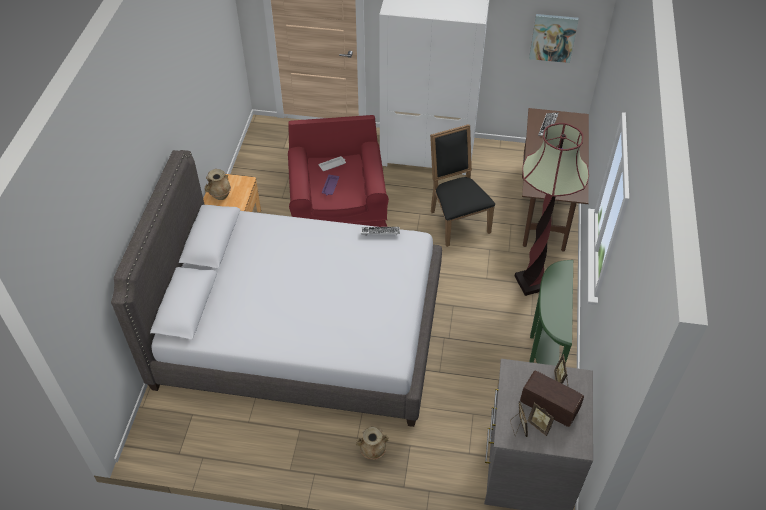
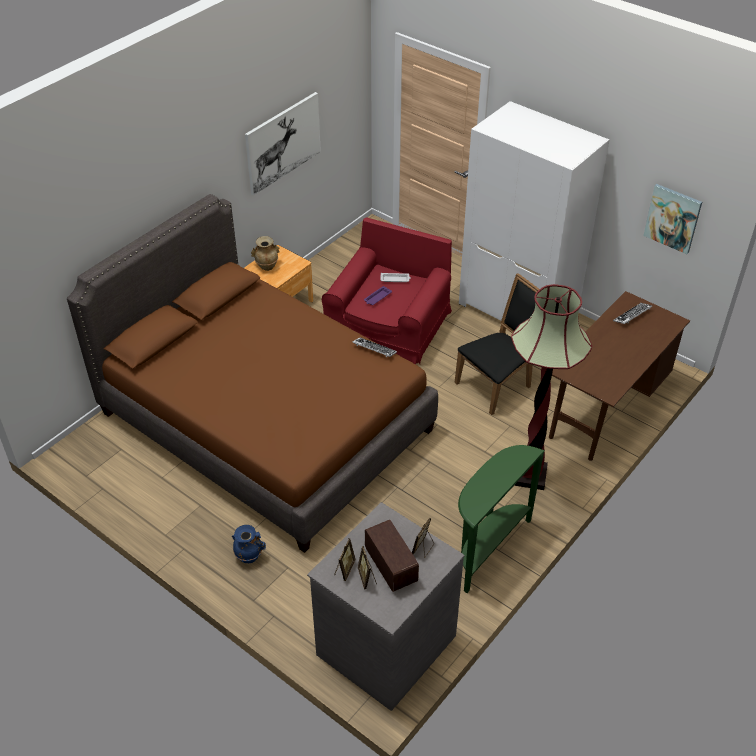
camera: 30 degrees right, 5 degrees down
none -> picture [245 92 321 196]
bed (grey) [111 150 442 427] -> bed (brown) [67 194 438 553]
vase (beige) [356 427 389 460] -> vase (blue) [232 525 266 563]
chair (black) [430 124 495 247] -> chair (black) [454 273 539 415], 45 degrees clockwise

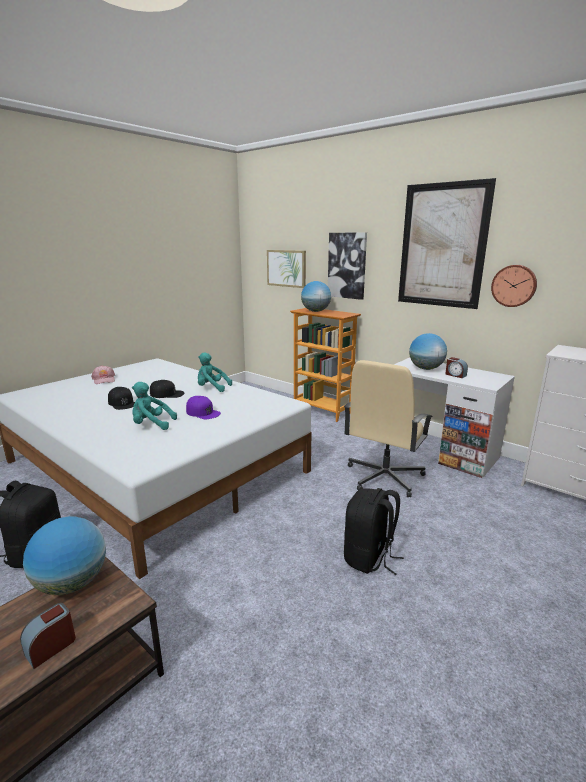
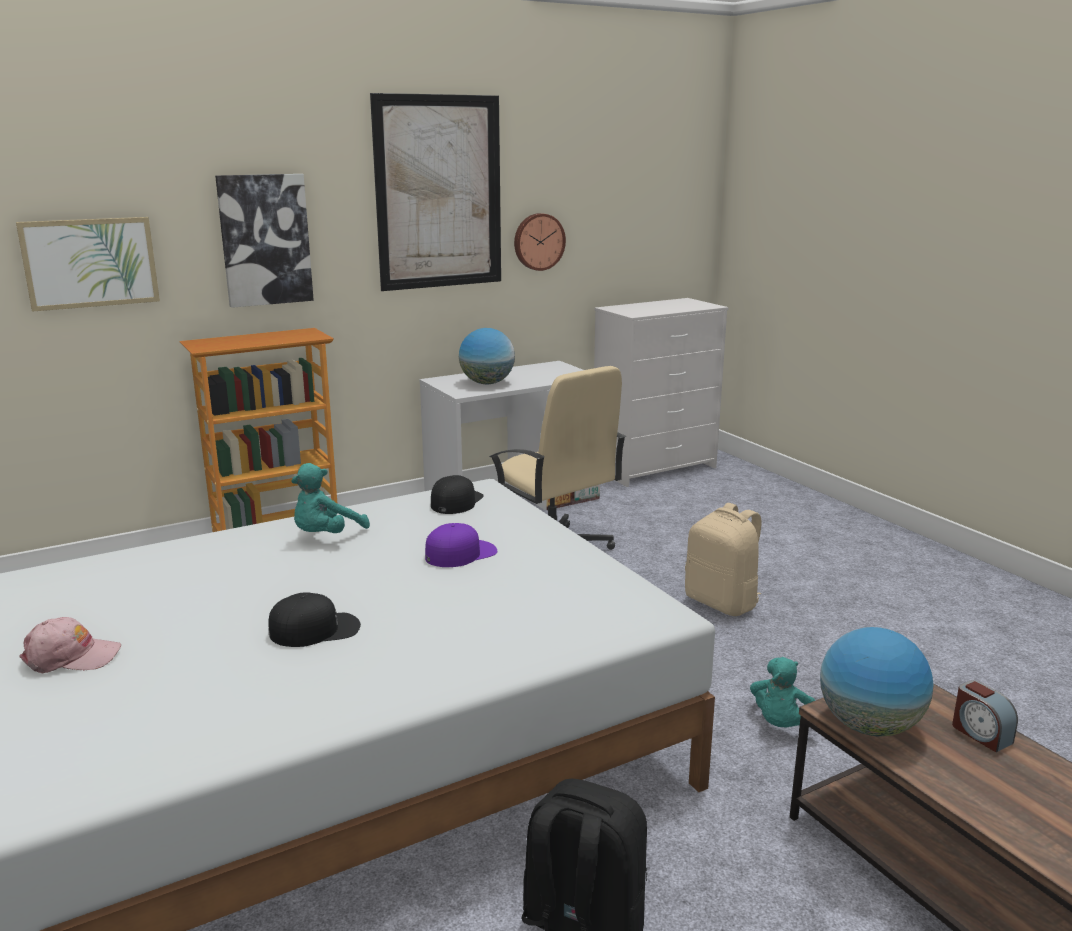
camera: 70 degrees left, 0 degrees up
globe [301 281 331 312] -> none
alarm clock [445 357 468 378] -> none
plush toy (turquoise) [132 382 177 430] -> plush toy (turquoise) [750 657 816 728], relocated
cap (black) [150 380 184 398] -> cap (black) [431 475 484 514], relocated
backpack (black) [344 488 404 575] -> backpack (beige) [685 503 762 616]

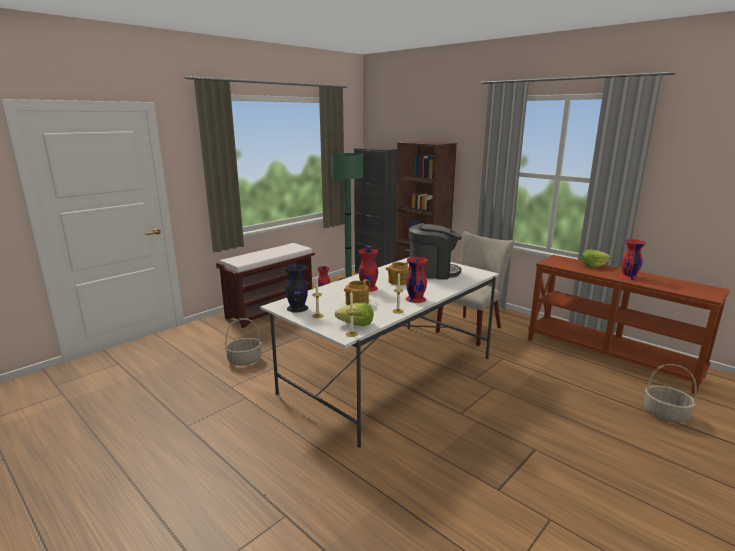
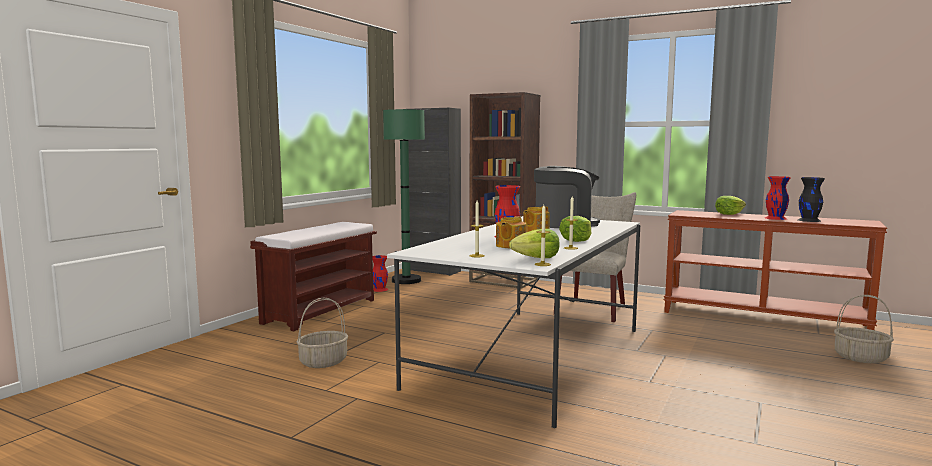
camera: 15 degrees left, 10 degrees down
vase (black) [285 264 308 312] -> vase (black) [798 177 825 222], relocated
vase (red) [406 257 428 303] -> lettuce [559 216 592 242]

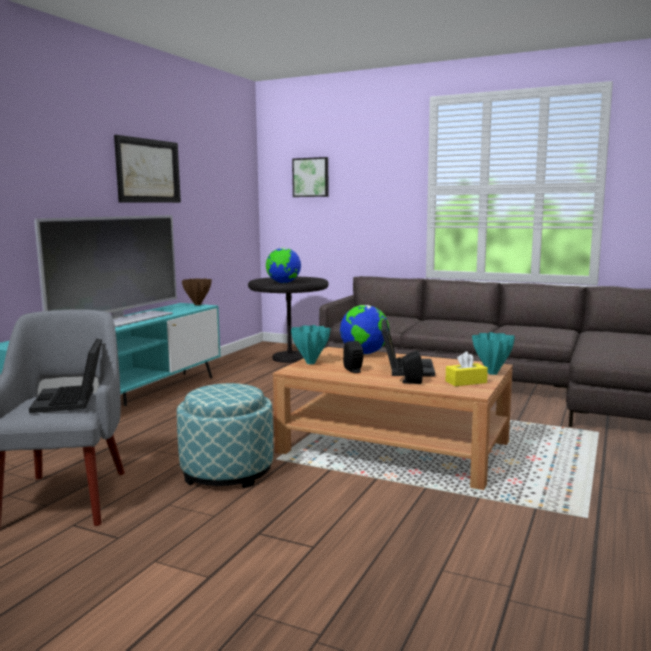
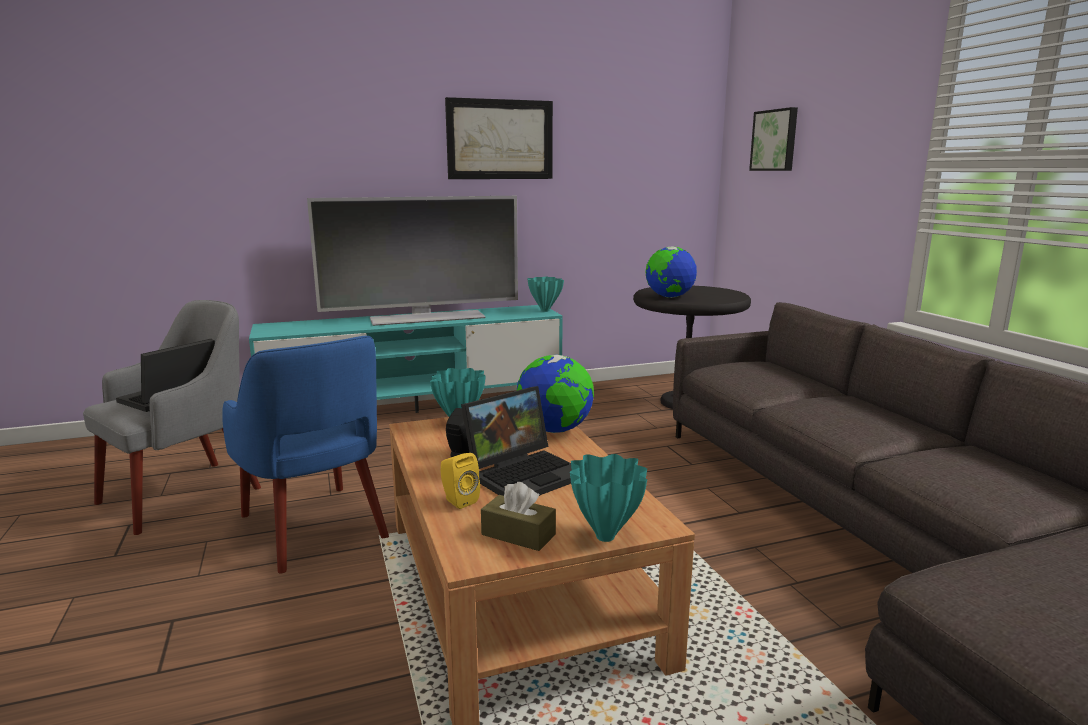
camera: 45 degrees right, 5 degrees up
ottoman [177 383 273 488] -> armchair (blue) [222 336 389 574]
vase (brown) [182 278 212 306] -> vase (turquoise) [528 276 564 312]
speaker (black) [400 351 423 384] -> speaker (yellow) [441 453 480 509]
tissue box (yellow) [446 351 488 386] -> tissue box (brown) [481 482 556 551]

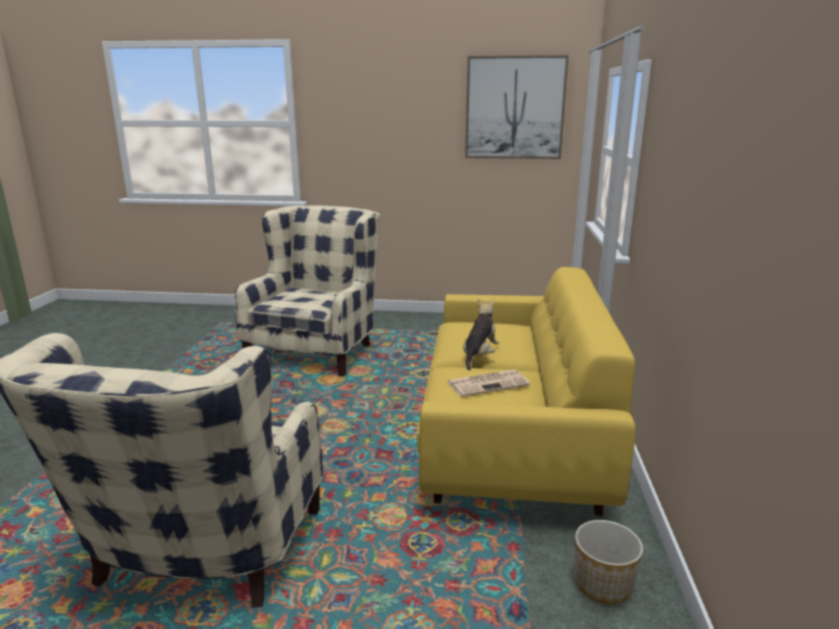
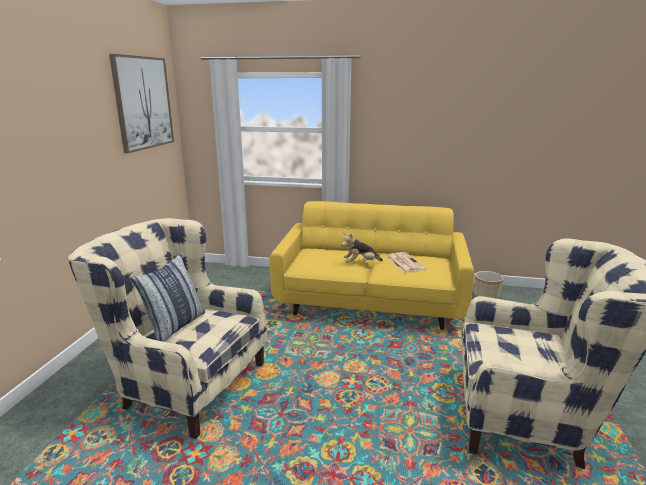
camera: 85 degrees left, 0 degrees up
none -> pillow [130 253 205 342]
plush toy [463 299 499 370] -> plush toy [342 233 383 263], 45 degrees counterclockwise

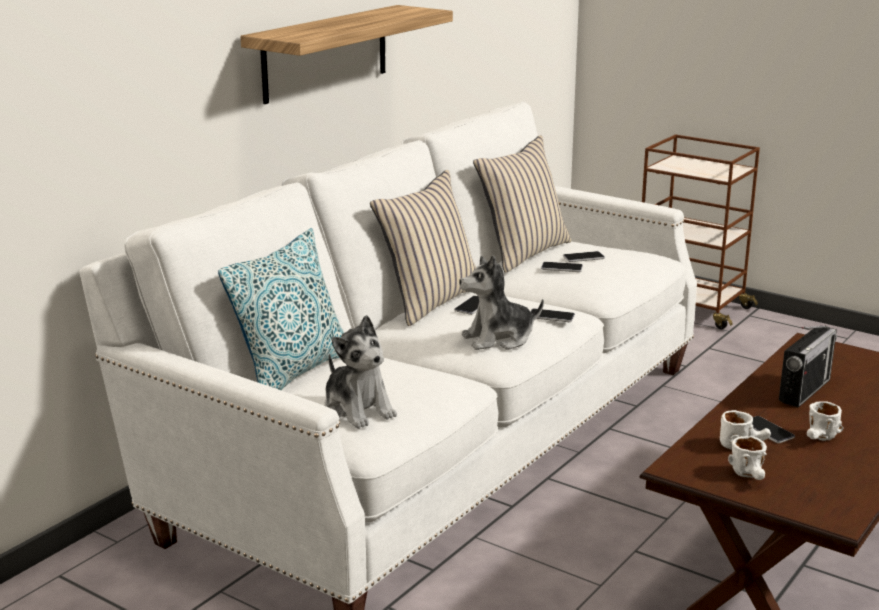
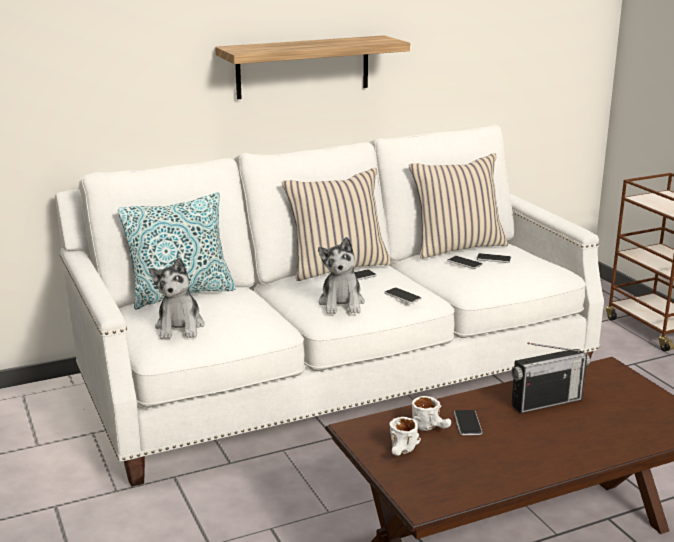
camera: 30 degrees right, 0 degrees up
mug (white) [807 401 844 441] -> none
plush toy [459 255 544 350] -> plush toy [318 237 365 314], 105 degrees counterclockwise

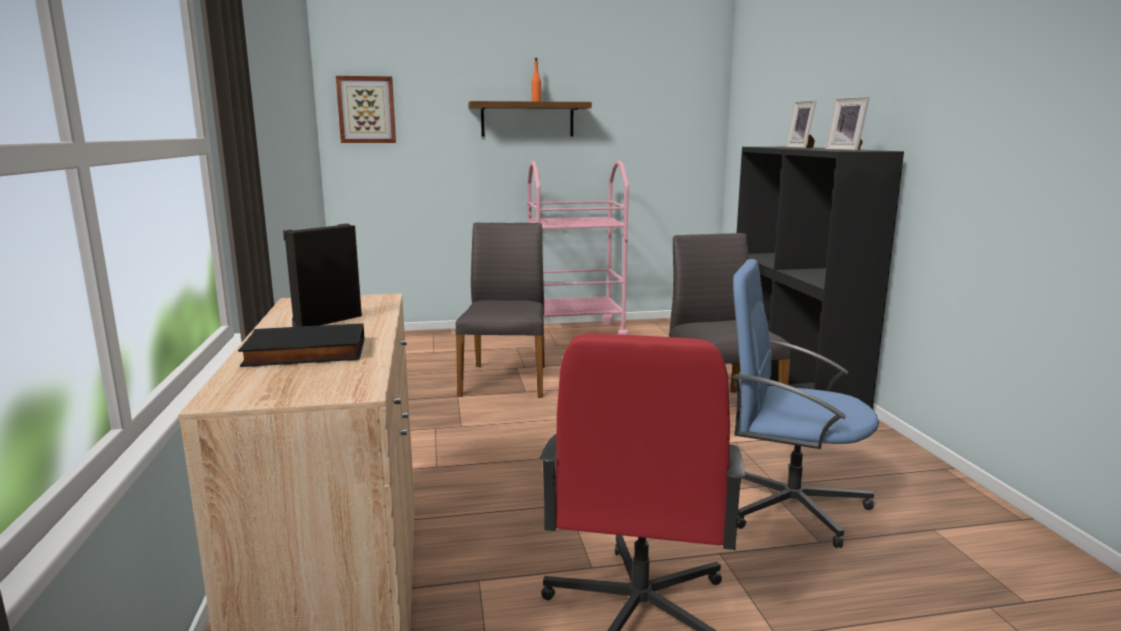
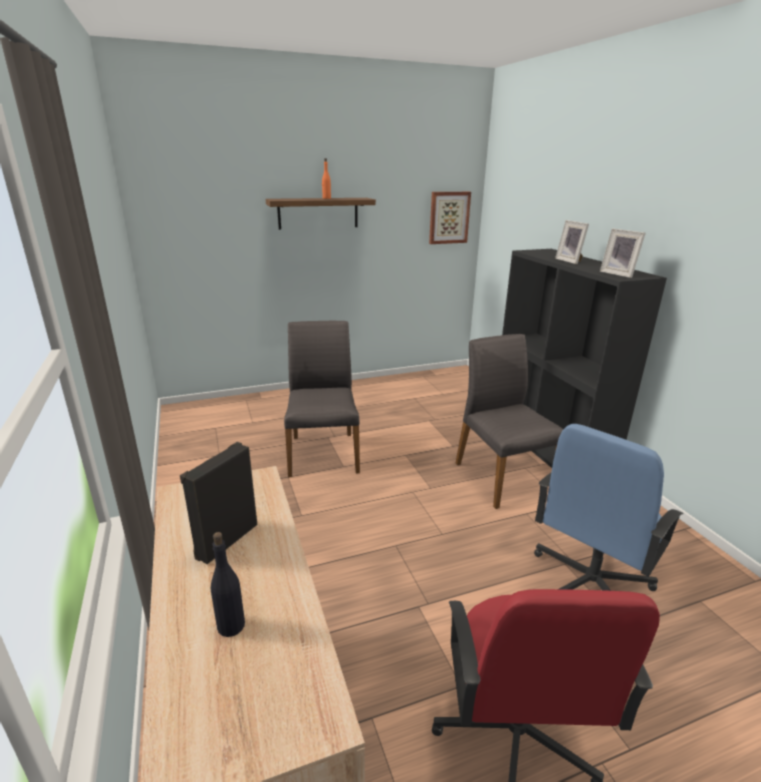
camera: 10 degrees left, 10 degrees up
cart (pink) [527 161 629 345] -> none
picture [336 76 396 143] -> picture [429 192 471 244], relocated
book (black) [238 323 365 367] -> bottle (black) [211 532 245 637]
office chair (blue) [733 259 879 548] -> office chair (blue) [534 424 683 591], 60 degrees counterclockwise

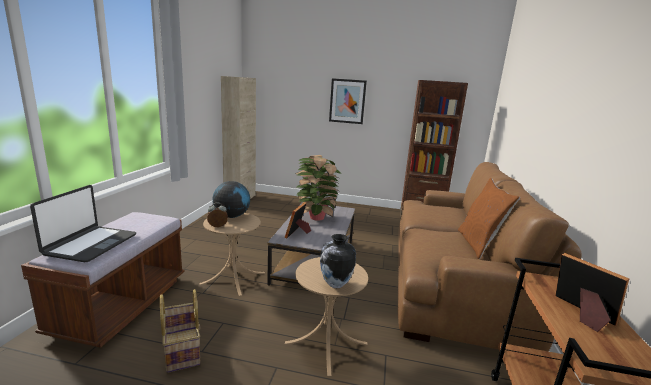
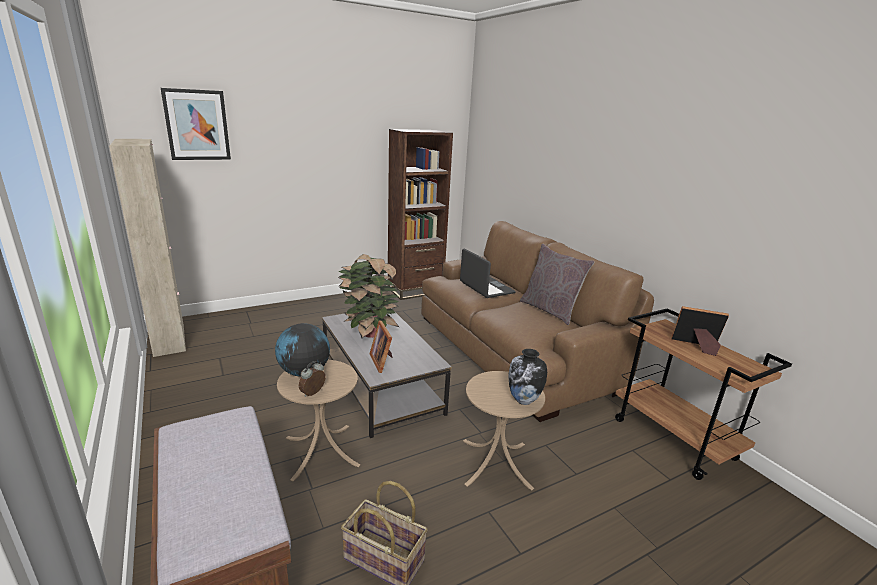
camera: 40 degrees left, 5 degrees up
laptop [30 185 136 262] -> laptop [460 248 516 298], relocated
picture [329 78 367 124] -> picture [161 88 231 160], relocated
pillow (brown) [458 178 520 259] -> pillow (grey) [520 243 595 325]

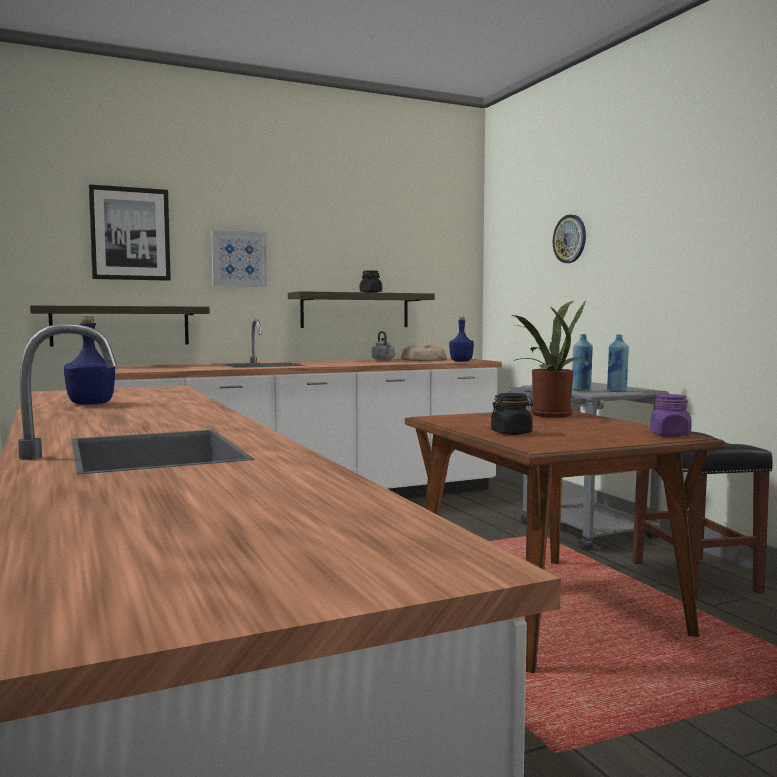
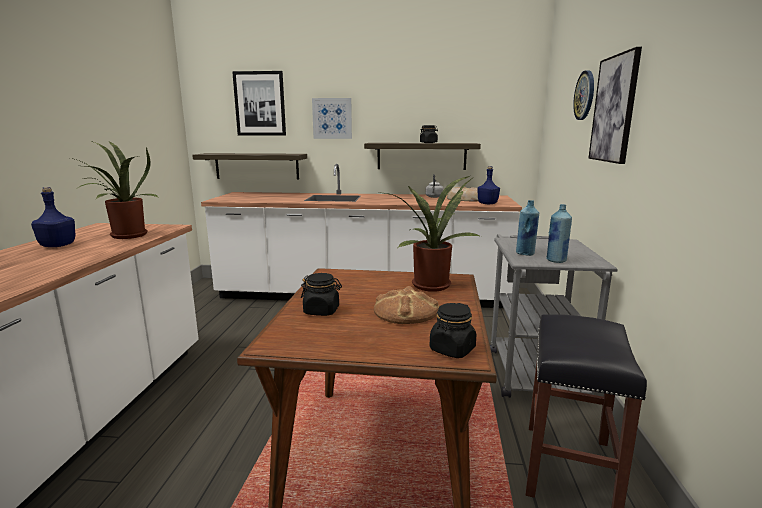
camera: 30 degrees right, 10 degrees up
none -> potted plant [70 140 159 239]
none -> bread [374 286 440 324]
none -> picture [588 47 642 164]
jar (purple) [650 394 692 437] -> jar (black) [430 303 476 358]

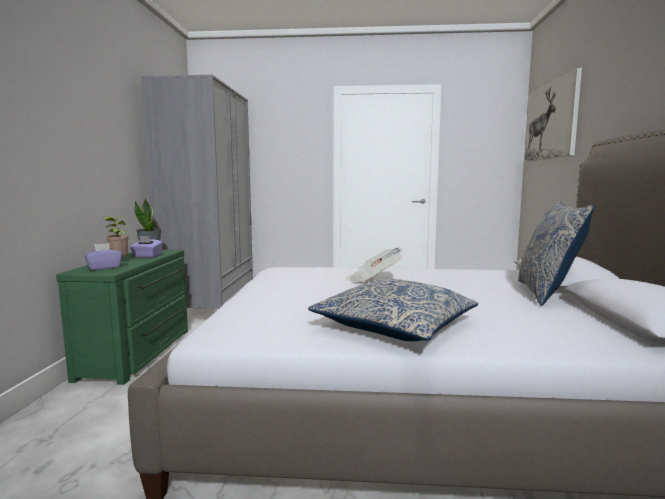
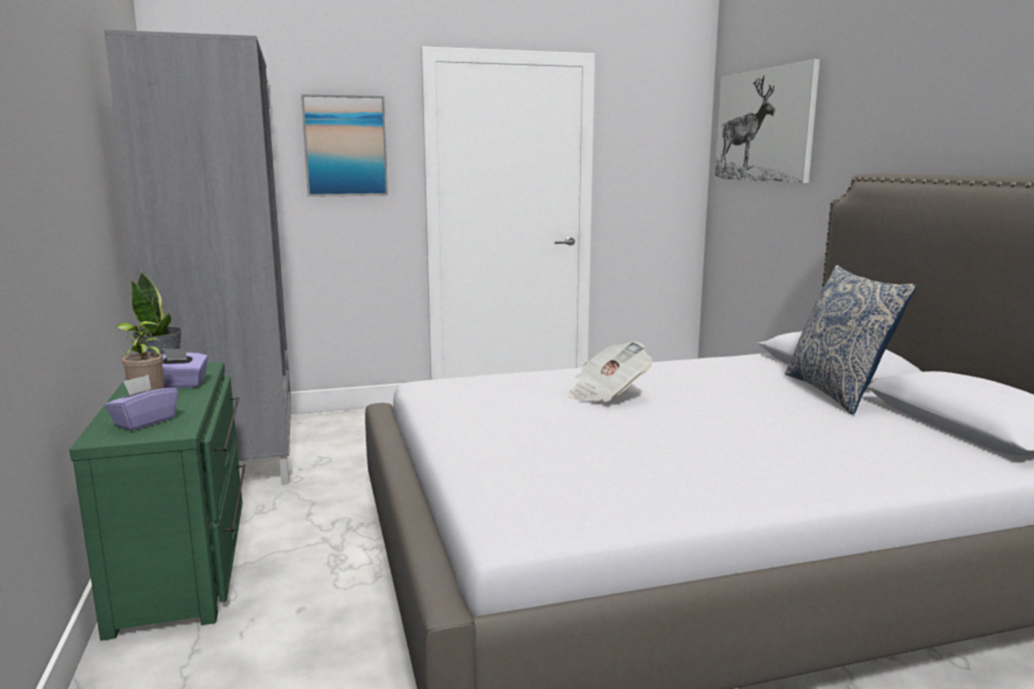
camera: 20 degrees left, 5 degrees up
pillow [308 279 478 341] -> none
none -> picture [301 94 388 197]

